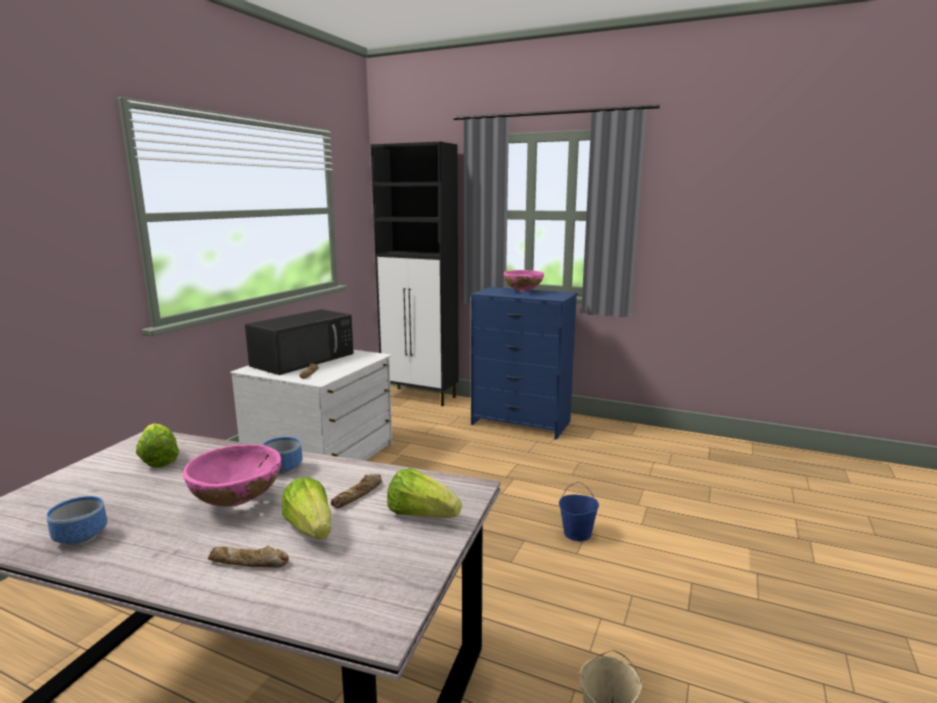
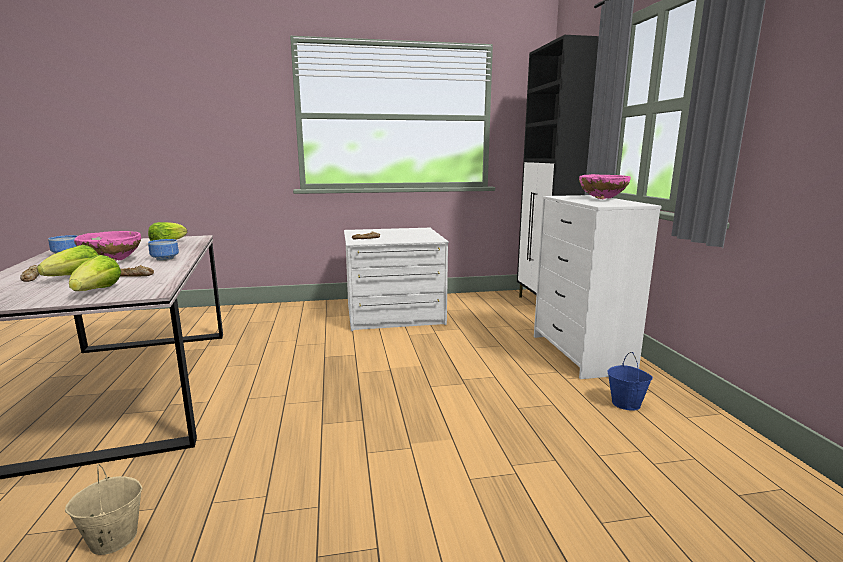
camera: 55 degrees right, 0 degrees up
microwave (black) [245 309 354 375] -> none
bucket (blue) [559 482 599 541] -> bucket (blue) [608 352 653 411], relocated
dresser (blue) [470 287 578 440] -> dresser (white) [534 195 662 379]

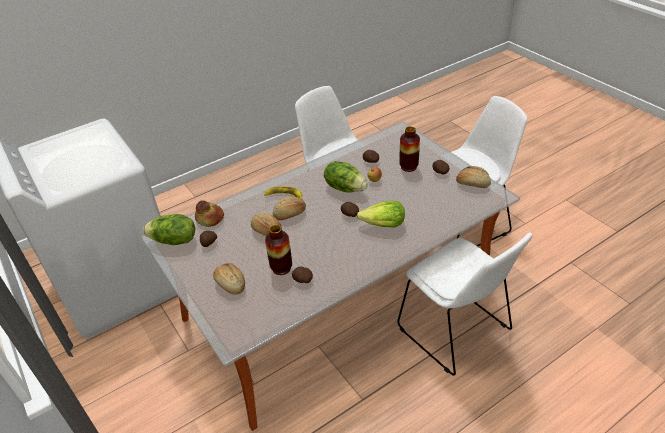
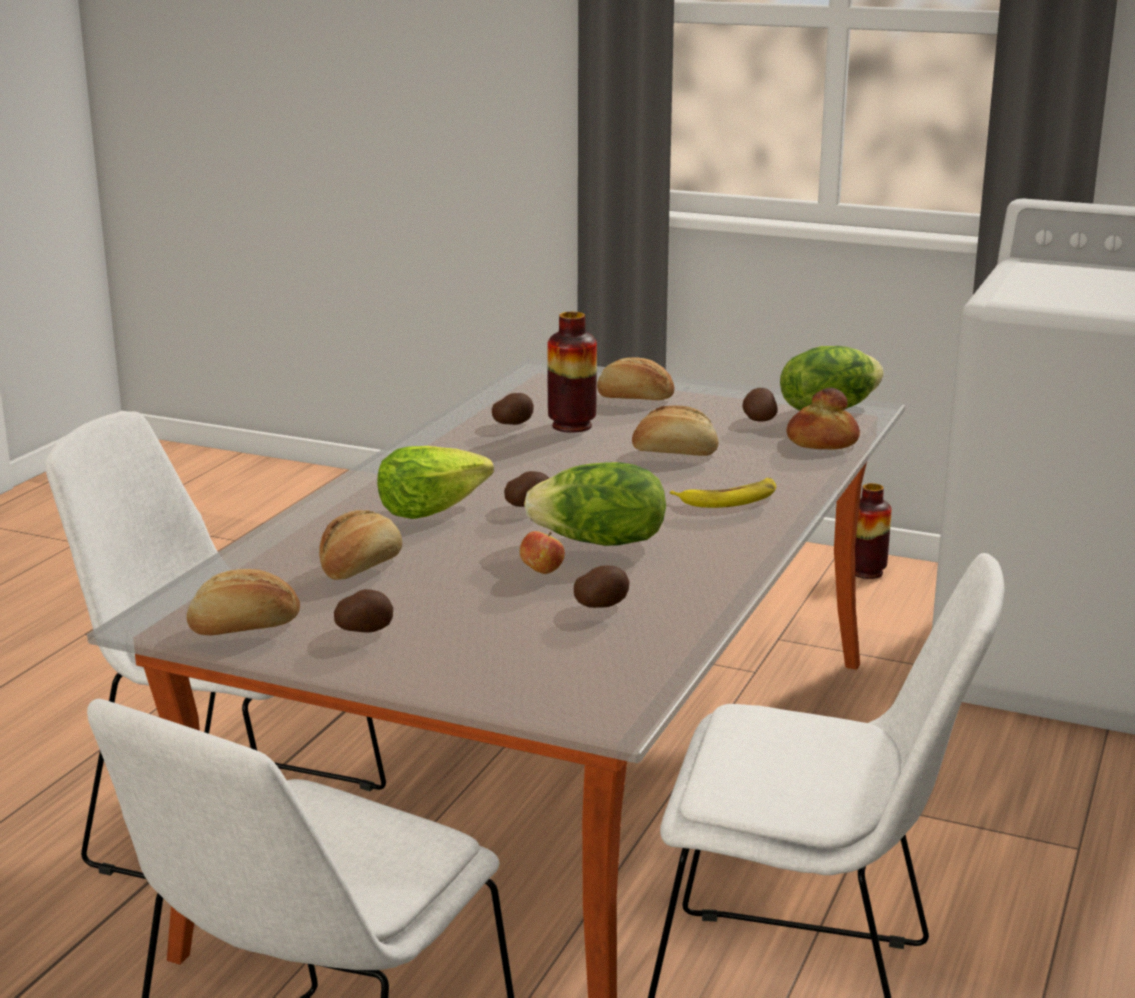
camera: 145 degrees right, 20 degrees down
bread [273 197 306 220] -> bread [319 510 402 580], relocated
vase [399 126 420 172] -> vase [855 483 892 579], relocated

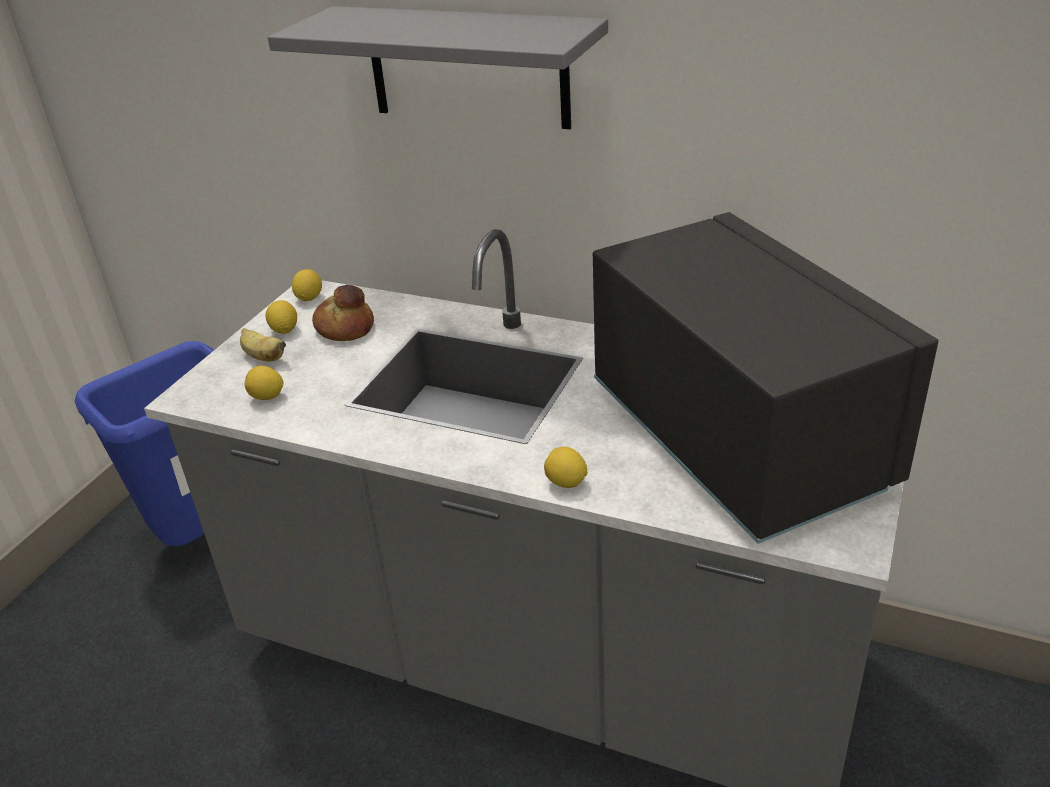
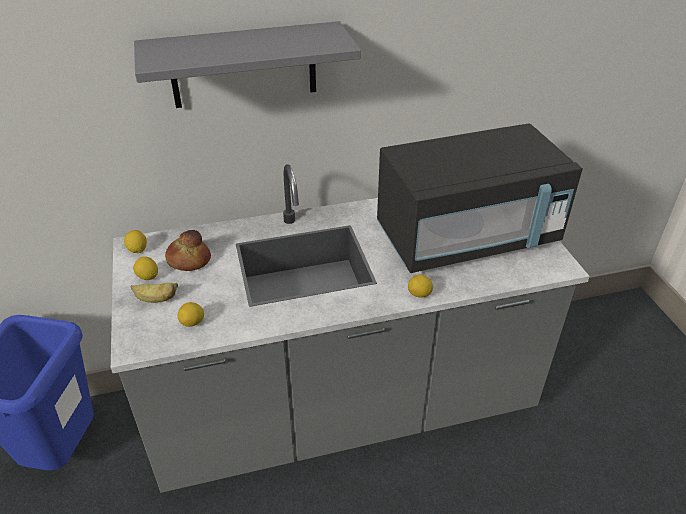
camera: 40 degrees left, 5 degrees up
microwave (black) [593 212 939 544] -> microwave (black) [377 123 583 273], 135 degrees clockwise

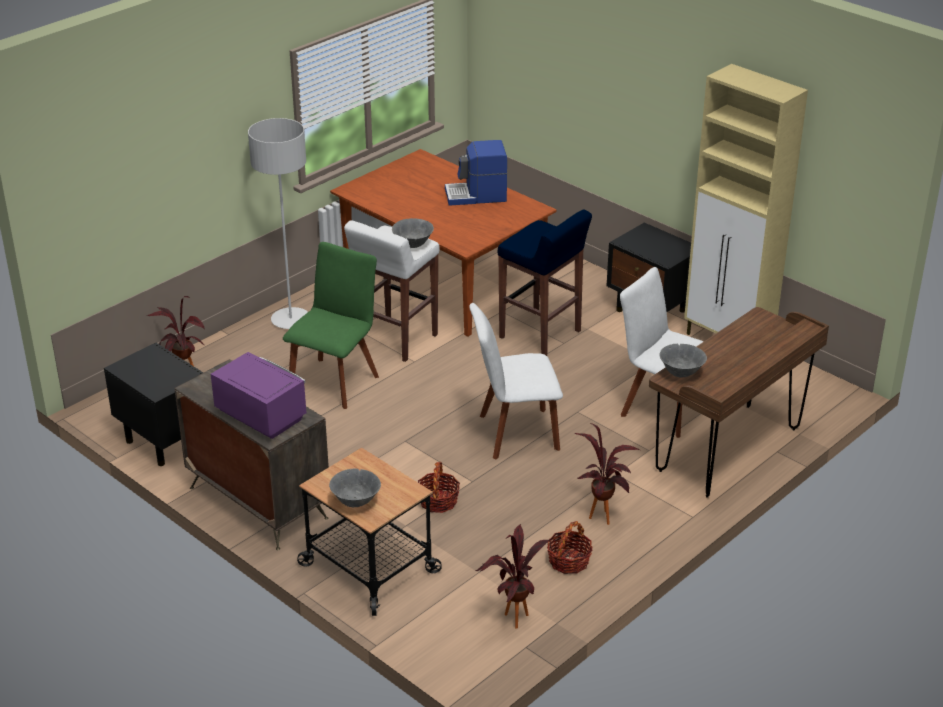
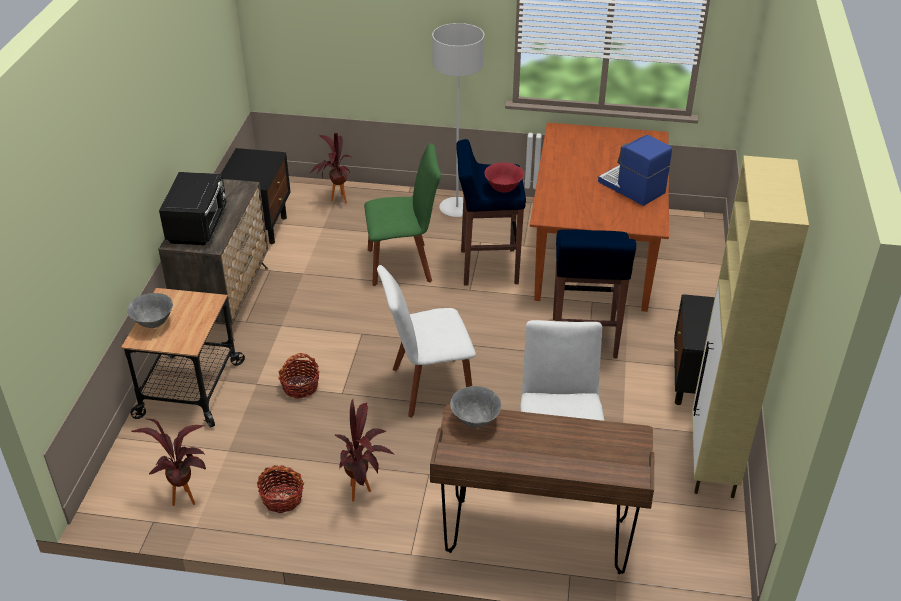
camera: 55 degrees right, 5 degrees up
microwave (purple) [211 352 307 439] -> microwave (black) [159 172 227 245]
stool (white) [344 220 439 362] -> stool (blue) [456 139 526 285]
bowl (grey) [392 218 434 248] -> bowl (red) [485 163 524 192]
chair (white) [469 303 563 459] -> chair (white) [377 265 476 418], 60 degrees counterclockwise

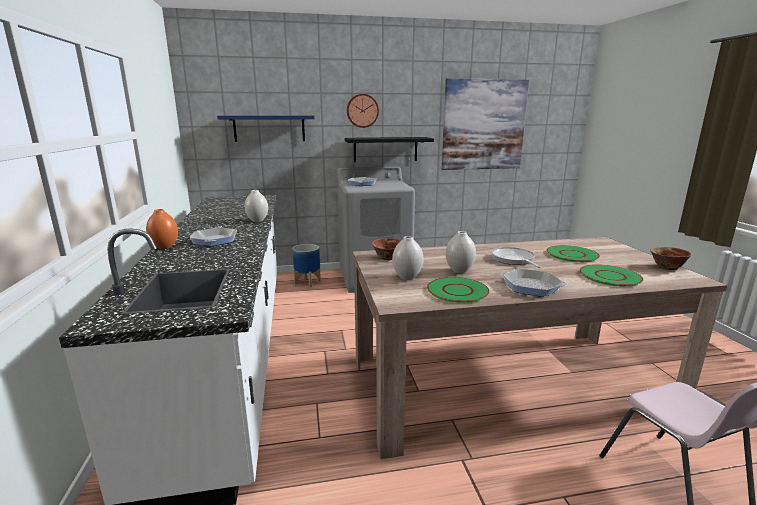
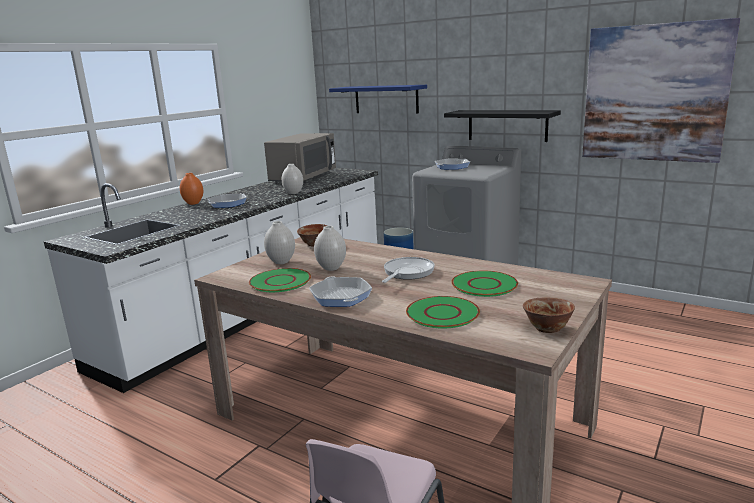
camera: 45 degrees right, 0 degrees up
wall clock [347 94 379 128] -> none
none -> microwave (grey) [264 133 336 183]

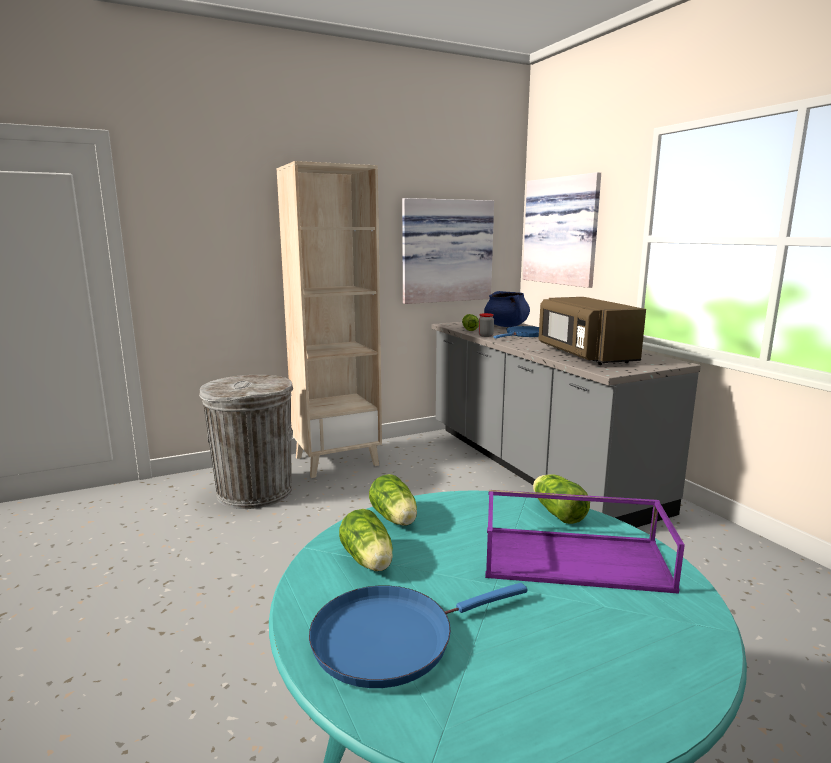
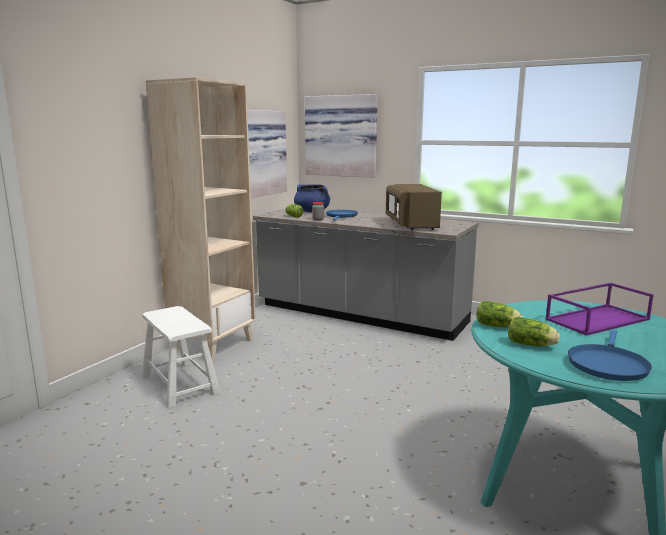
camera: 35 degrees left, 0 degrees up
lettuce [533 474 590 524] -> none
trash can (grey) [199 375 293 509] -> stool (white) [142 306 220 408]
microwave (brown) [538 297 646 365] -> microwave (brown) [386 184 442 230], 45 degrees clockwise

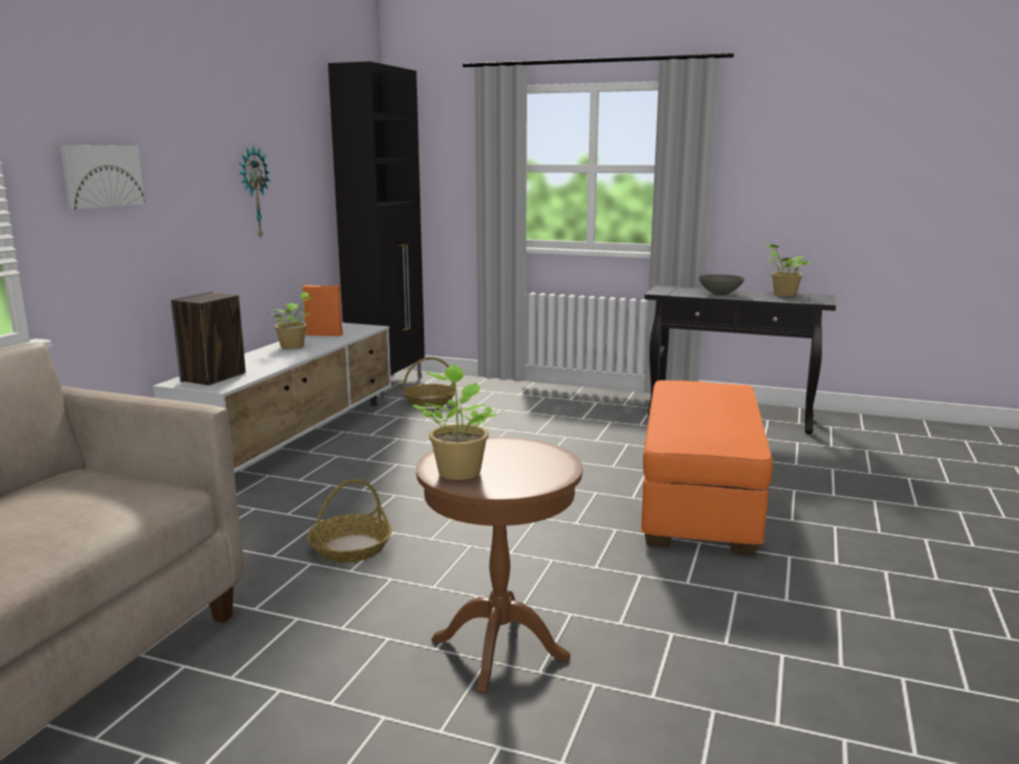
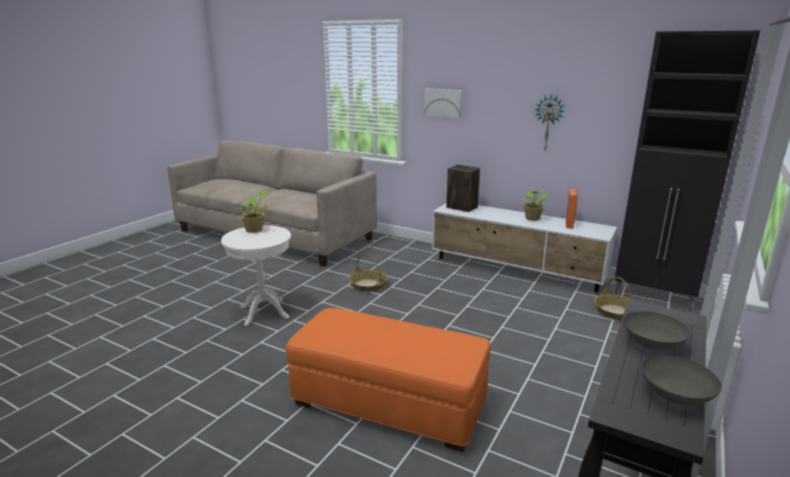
camera: 100 degrees right, 5 degrees up
potted plant [765 243 811 297] -> bowl (grey) [642 355 722 406]
side table (brown) [416 437 583 693] -> side table (white) [221 225 291 326]

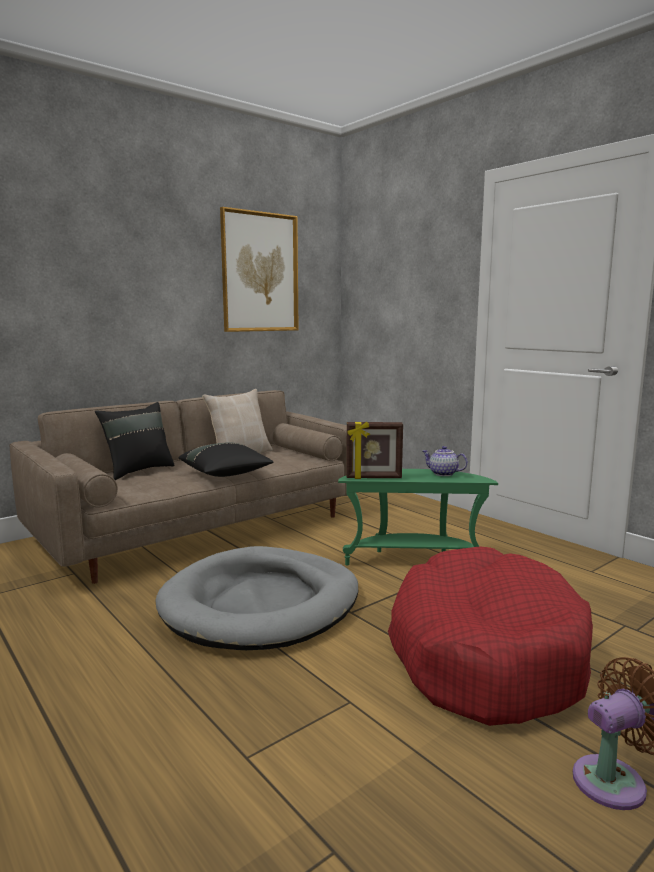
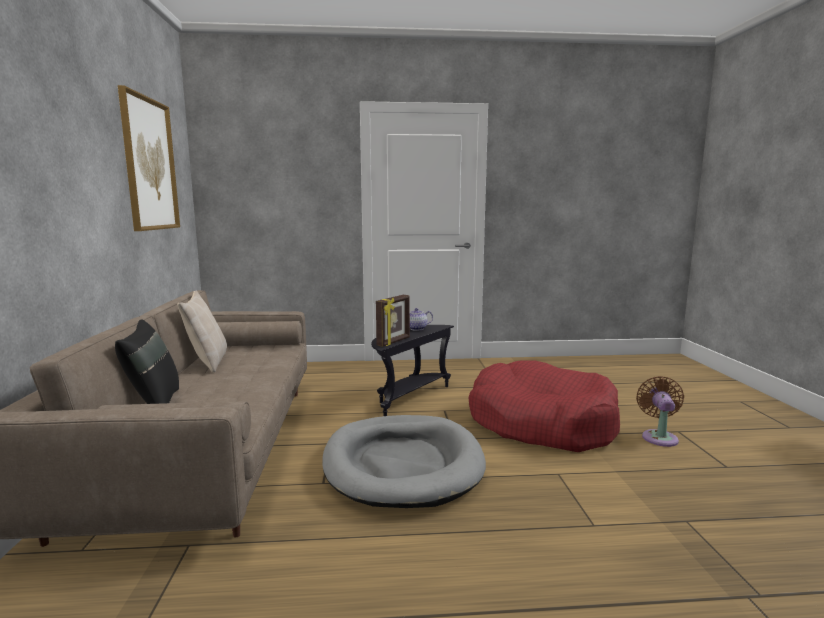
camera: 55 degrees left, 0 degrees up
pillow (black) [178 442 273 477] -> none
side table (green) [338 469 498 566] -> side table (black) [371 325 454 416]

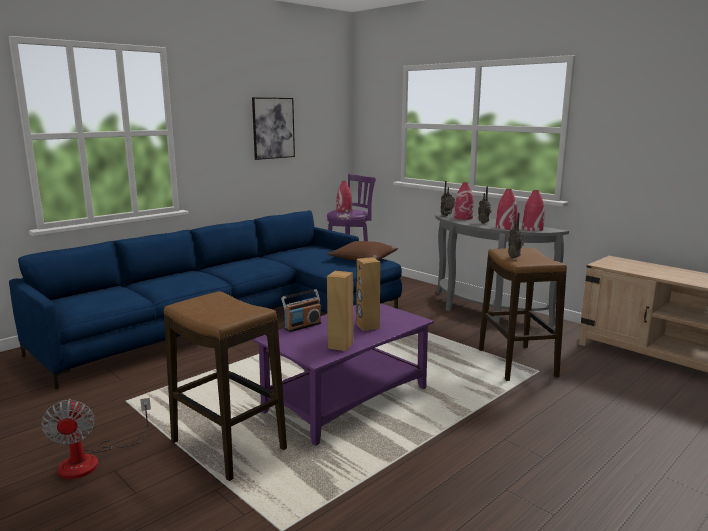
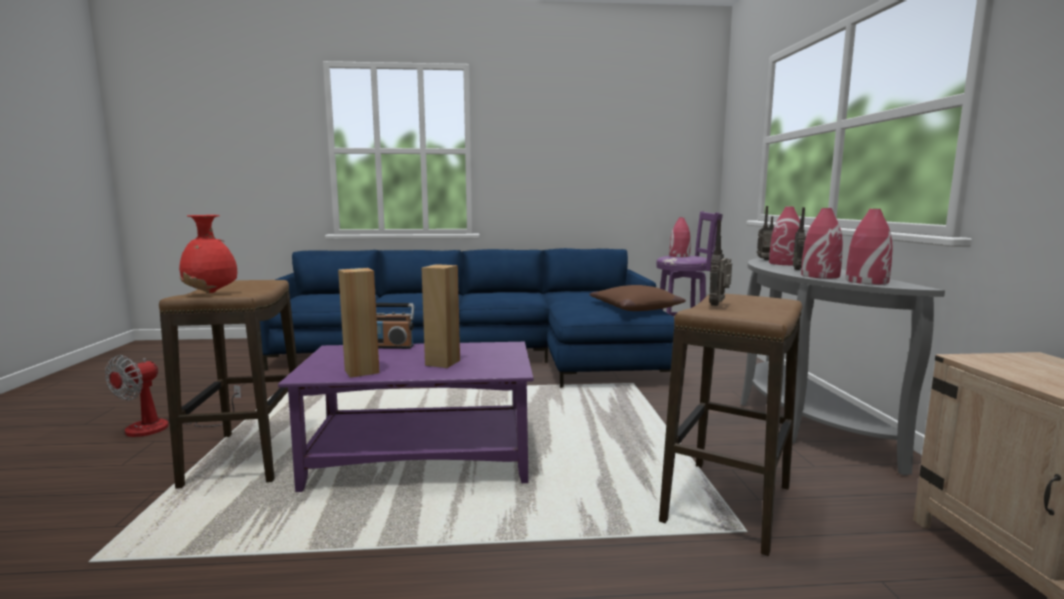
camera: 40 degrees right, 5 degrees down
picture [252 97 295 160] -> none
none -> vase (red) [179 215 237 293]

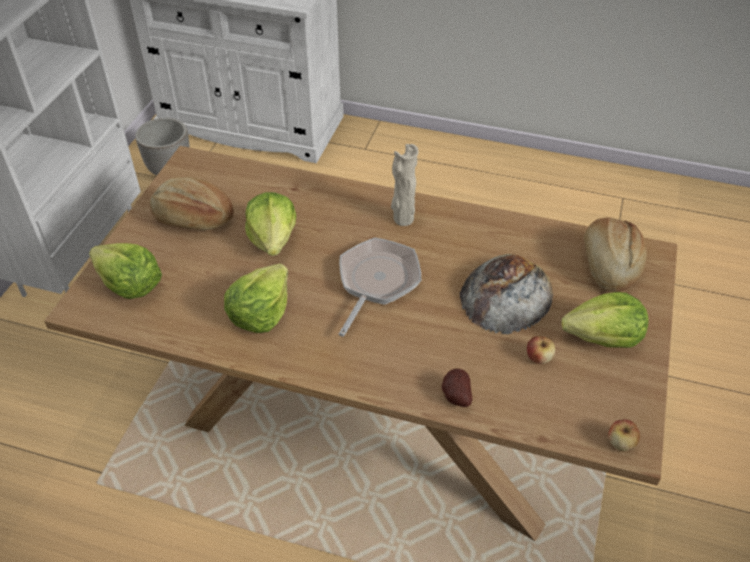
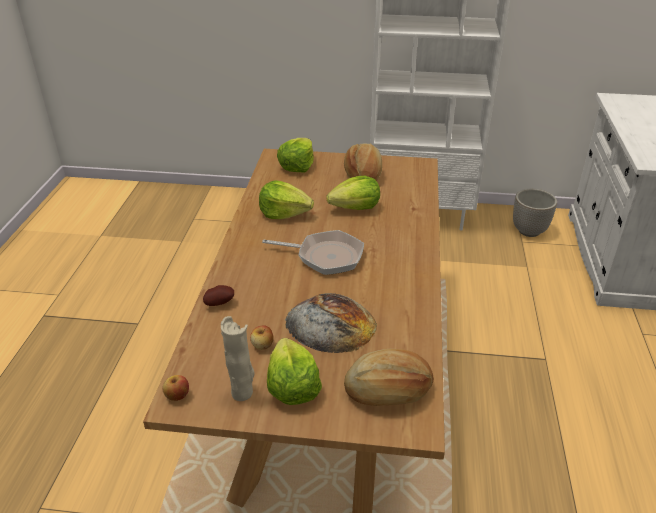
camera: 80 degrees right, 10 degrees down
vase (beige) [391 144 418 226] -> vase (beige) [221 316 255 401], relocated

